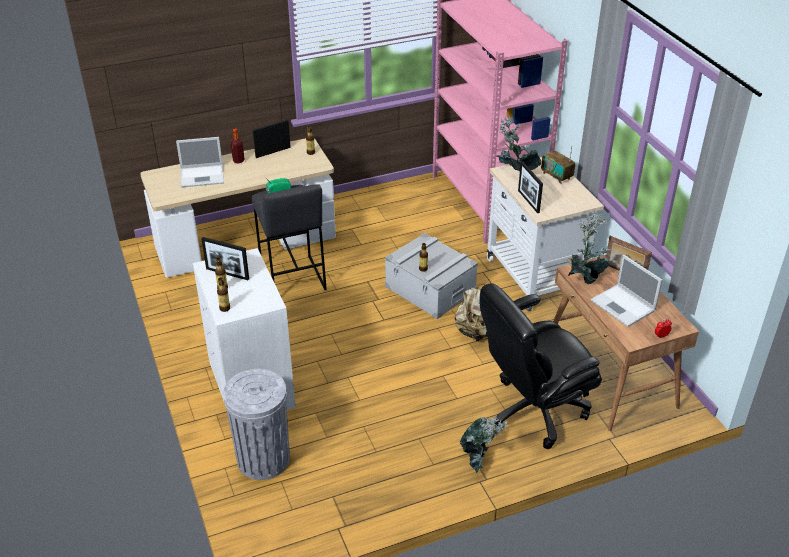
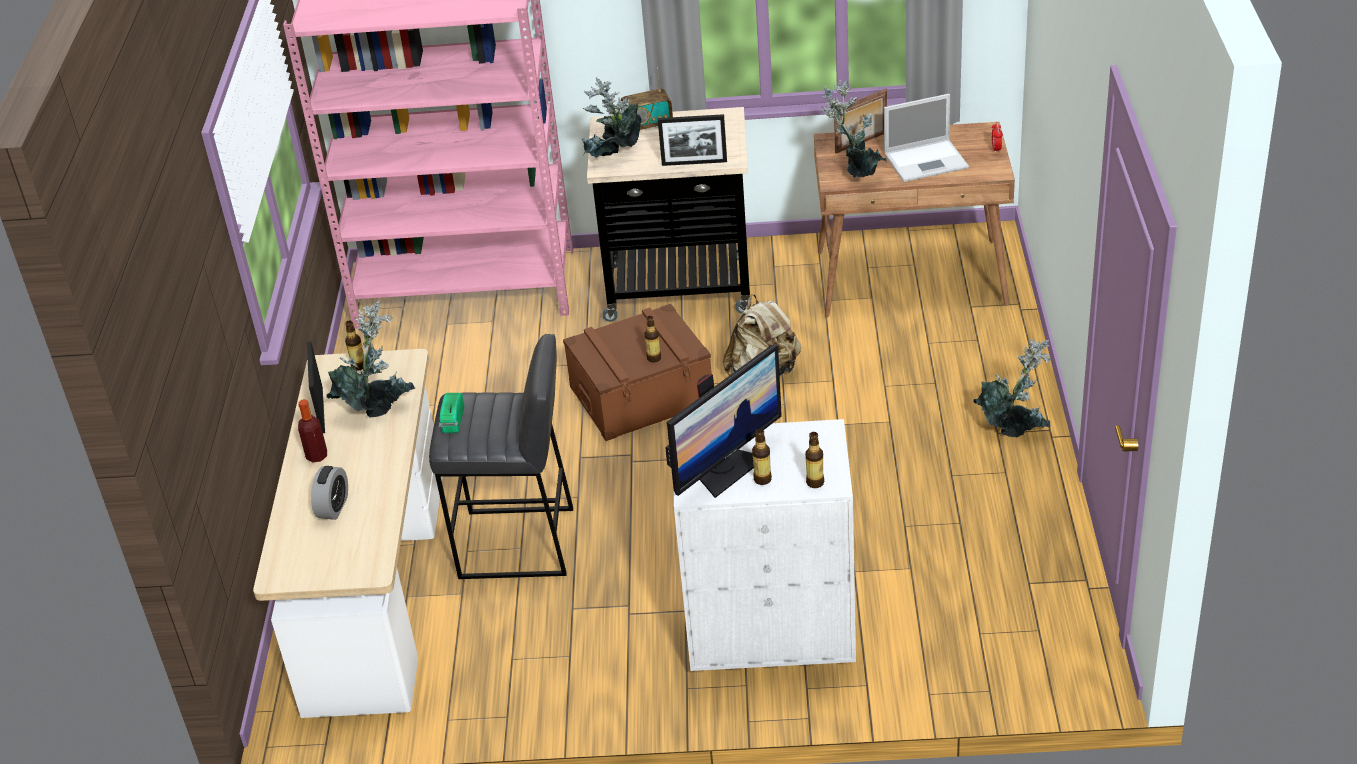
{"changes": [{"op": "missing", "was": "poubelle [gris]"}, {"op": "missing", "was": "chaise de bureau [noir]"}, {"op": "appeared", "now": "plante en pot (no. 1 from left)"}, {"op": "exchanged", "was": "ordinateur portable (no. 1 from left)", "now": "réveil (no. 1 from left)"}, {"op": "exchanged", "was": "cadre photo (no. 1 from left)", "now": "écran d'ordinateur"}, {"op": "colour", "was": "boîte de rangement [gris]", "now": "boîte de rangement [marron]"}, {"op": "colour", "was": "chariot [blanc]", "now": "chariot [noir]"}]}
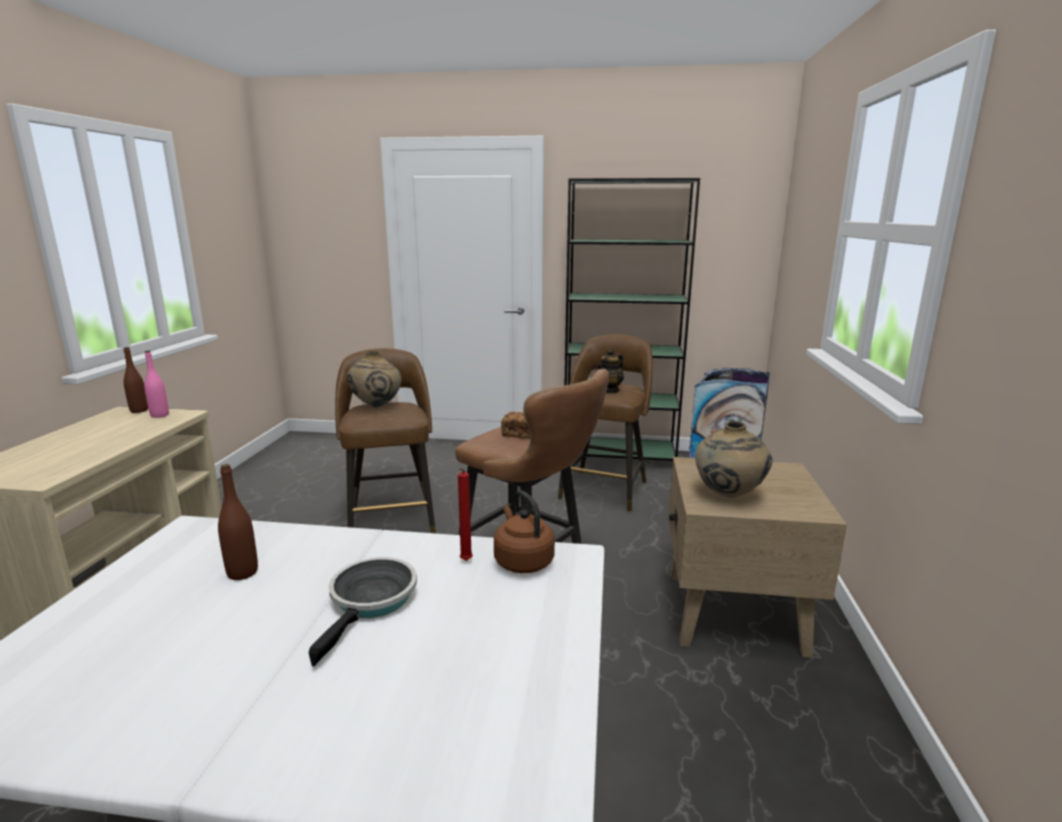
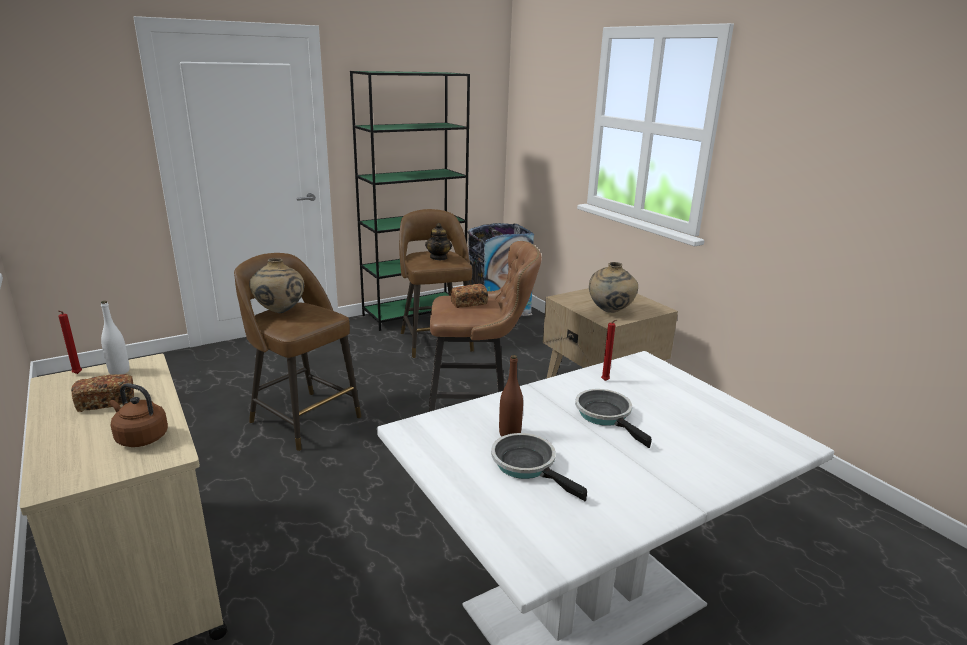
{"changes": [{"op": "appeared", "now": "pain (no. 1 from left)"}, {"op": "appeared", "now": "poêle (no. 1 from left)"}, {"op": "relocated", "was": "bouilloire [marron]"}, {"op": "exchanged", "was": "bouteille [marron] (no. 1 from left)", "now": "bougie [rouge] (no. 1 from left)"}, {"op": "colour", "was": "bouteille [rose]", "now": "bouteille [blanc]"}]}
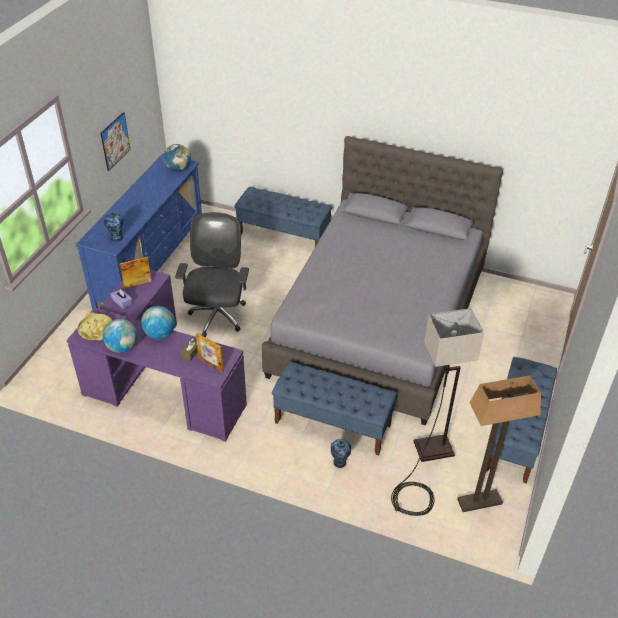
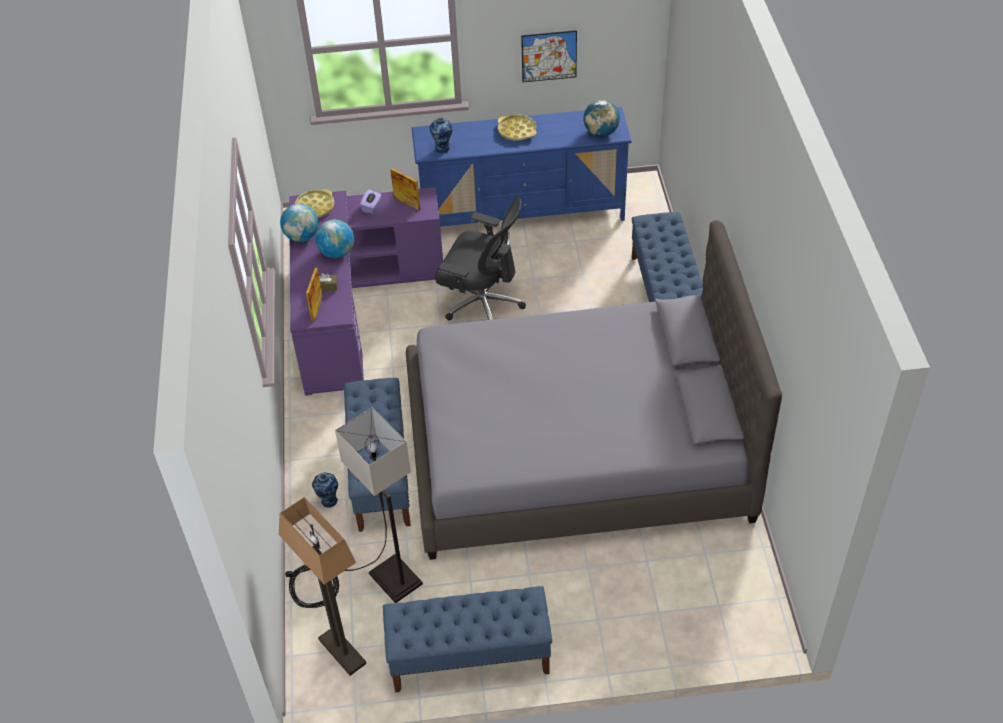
{"changes": [{"op": "appeared", "now": "plateau [jaune] (no. 2 from left)"}, {"op": "spun", "was": "chaise de bureau", "clockwise": 45}]}
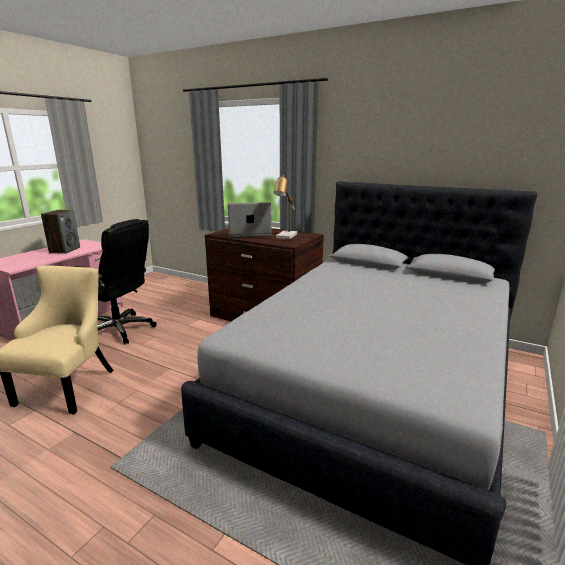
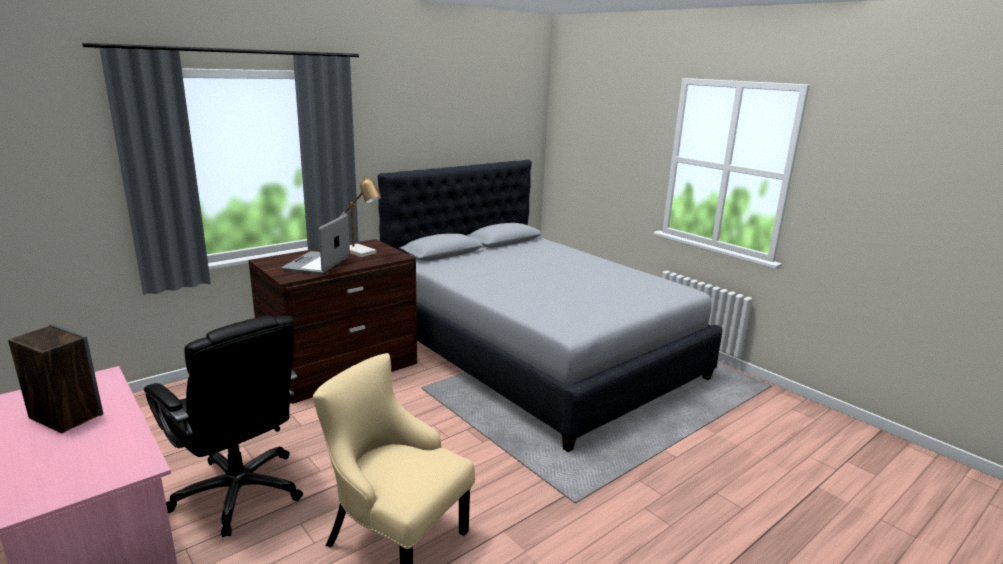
{"changes": [{"op": "spun", "was": "chaise de bureau [noir]", "clockwise": 90}]}
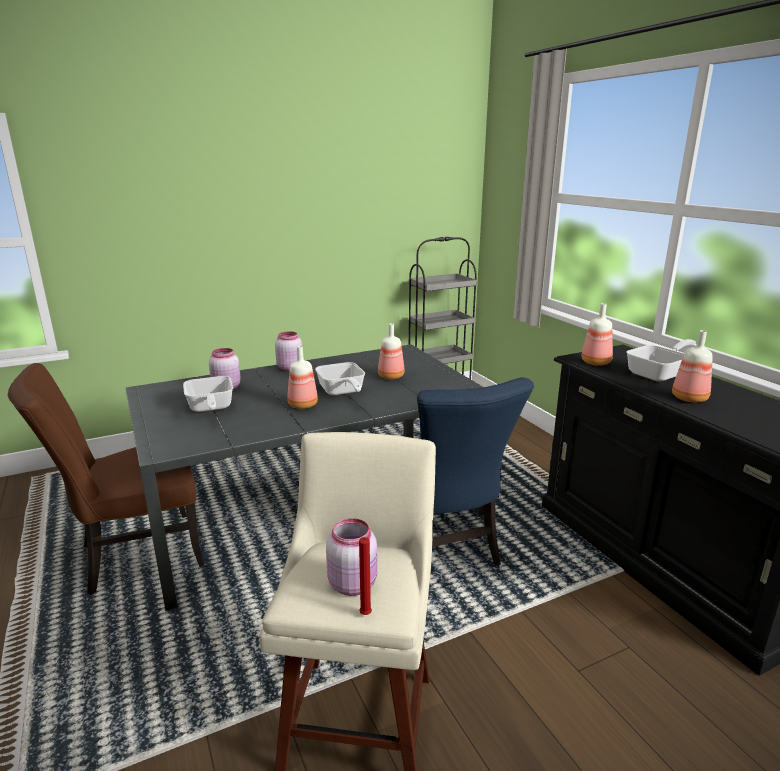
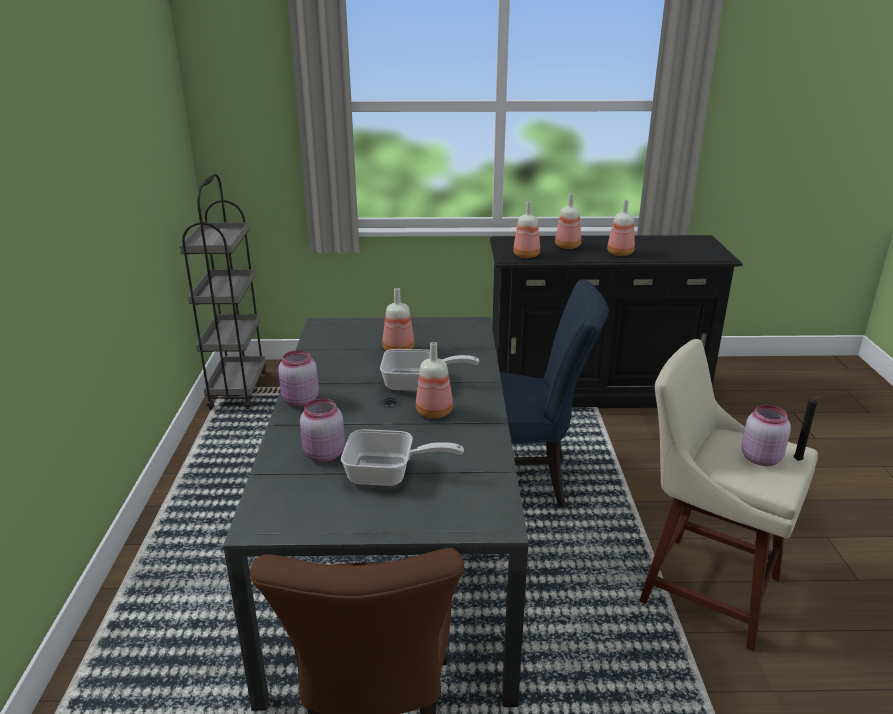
{"changes": [{"op": "exchanged", "was": "poêle (no. 3 from left)", "now": "bouteille (no. 4 from left)"}, {"op": "colour", "was": "bougie [rouge]", "now": "bougie [noir]"}]}
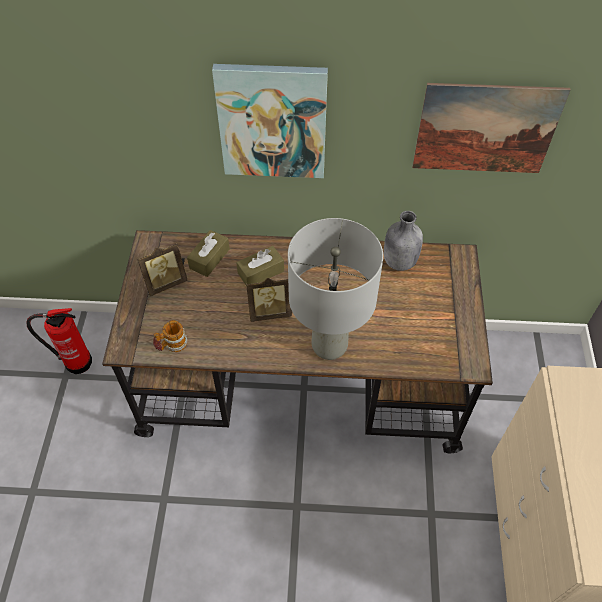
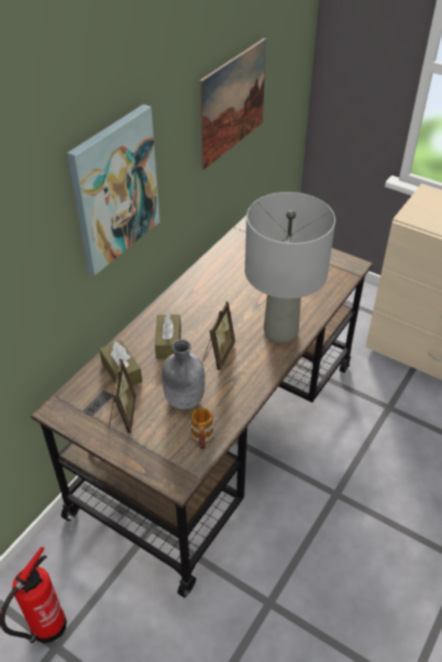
{"changes": [{"op": "relocated", "was": "bouteille [gris]"}]}
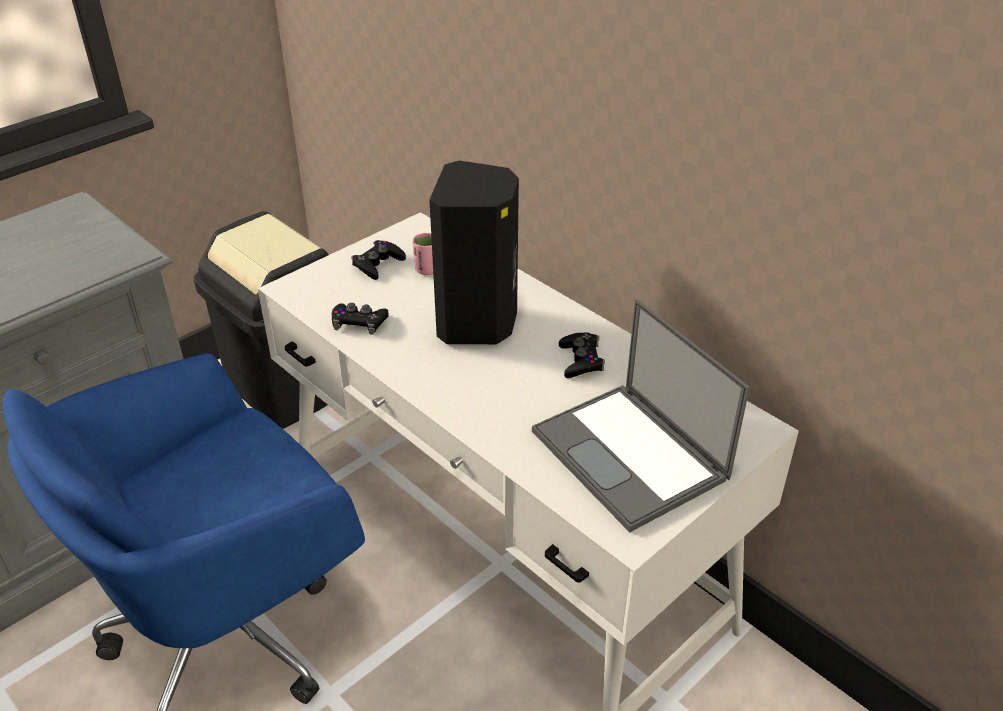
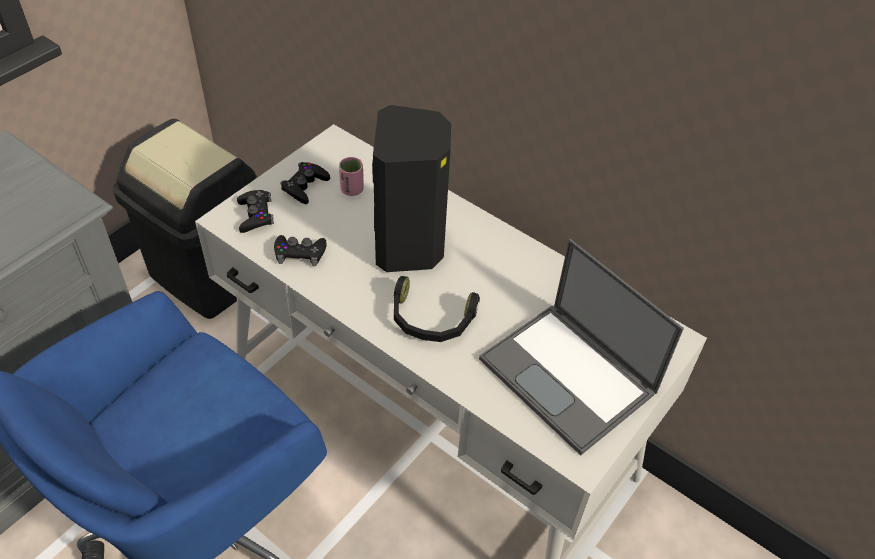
{"changes": [{"op": "appeared", "now": "casque audio [noir]"}, {"op": "relocated", "was": "manette [noir] (no. 3 from left in the first image)", "now": "manette [noir] (no. 1 from left)"}]}
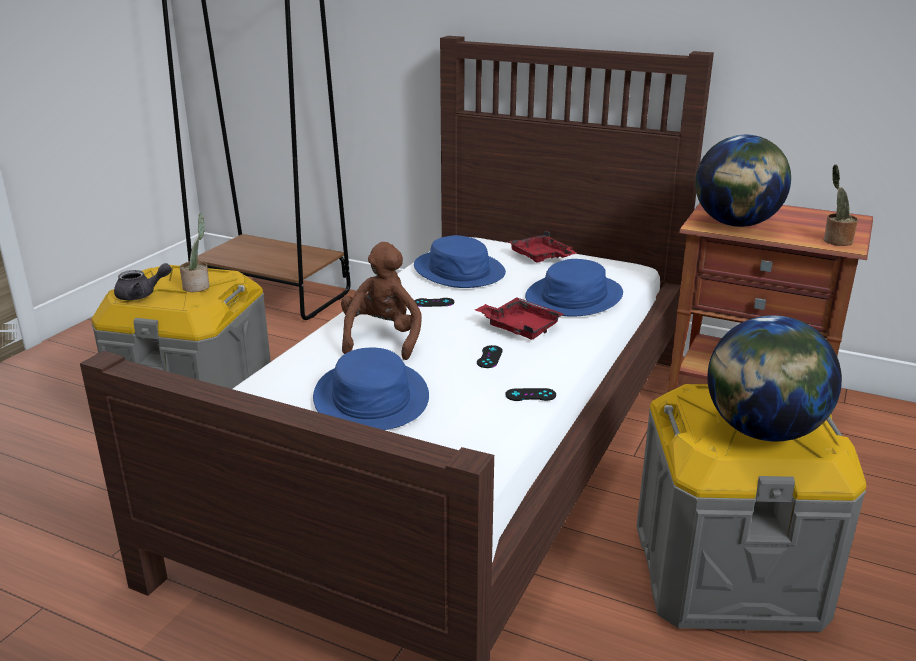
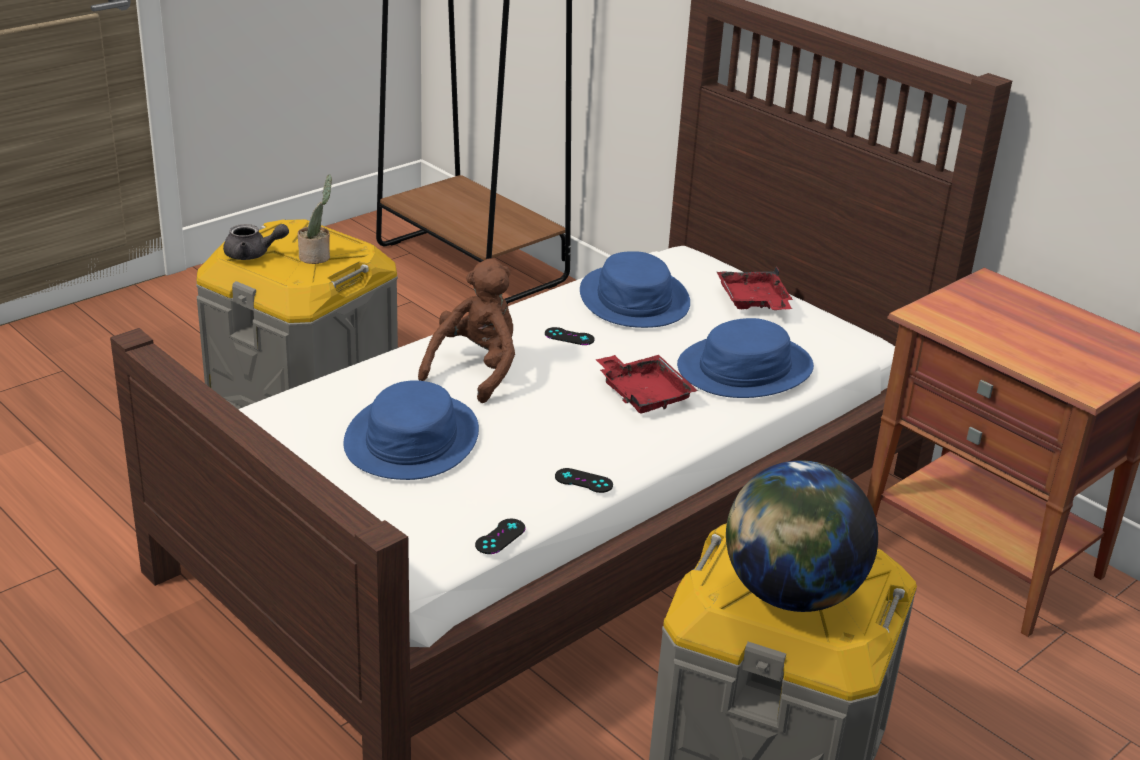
{"changes": [{"op": "missing", "was": "globe (no. 1 from left)"}, {"op": "missing", "was": "plante en pot (no. 2 from left)"}, {"op": "relocated", "was": "manette [noir] (no. 2 from left in the first image)", "now": "manette [noir] (no. 1 from left)"}]}
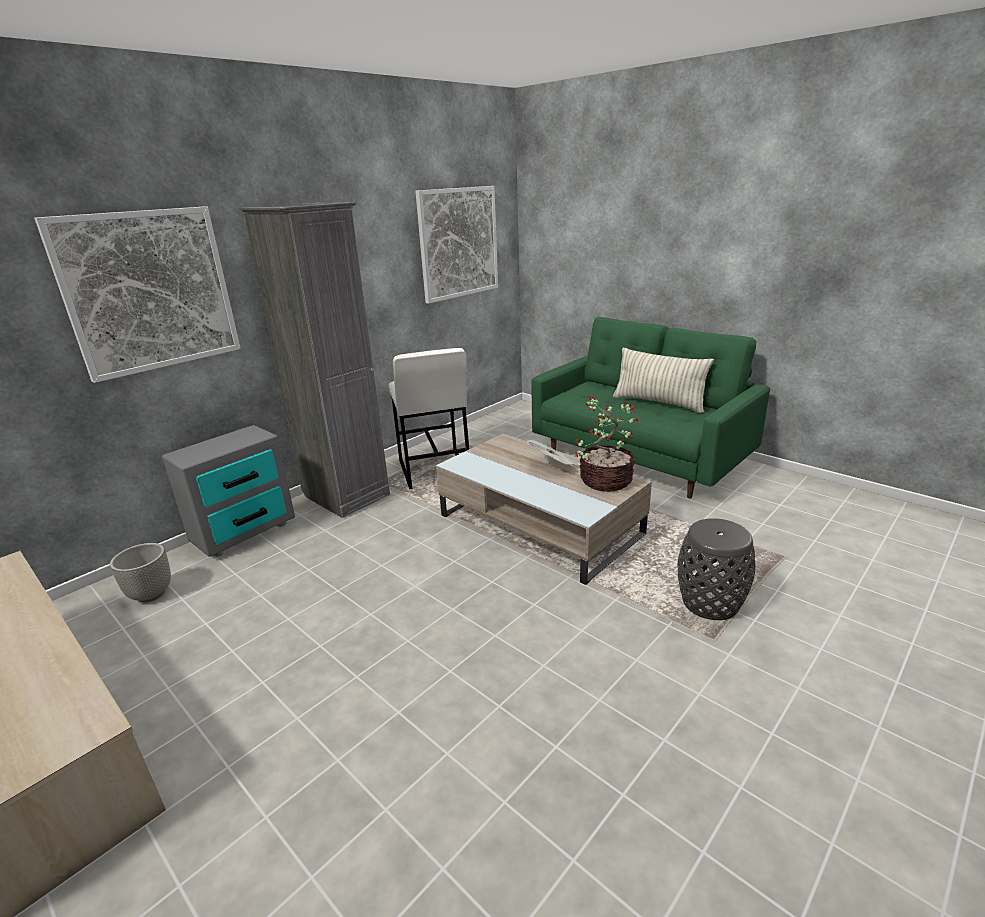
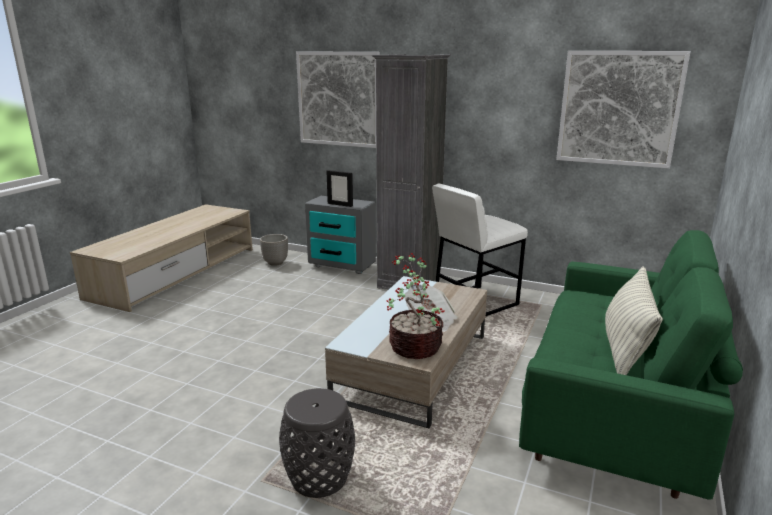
{"changes": [{"op": "appeared", "now": "cadre photo"}]}
